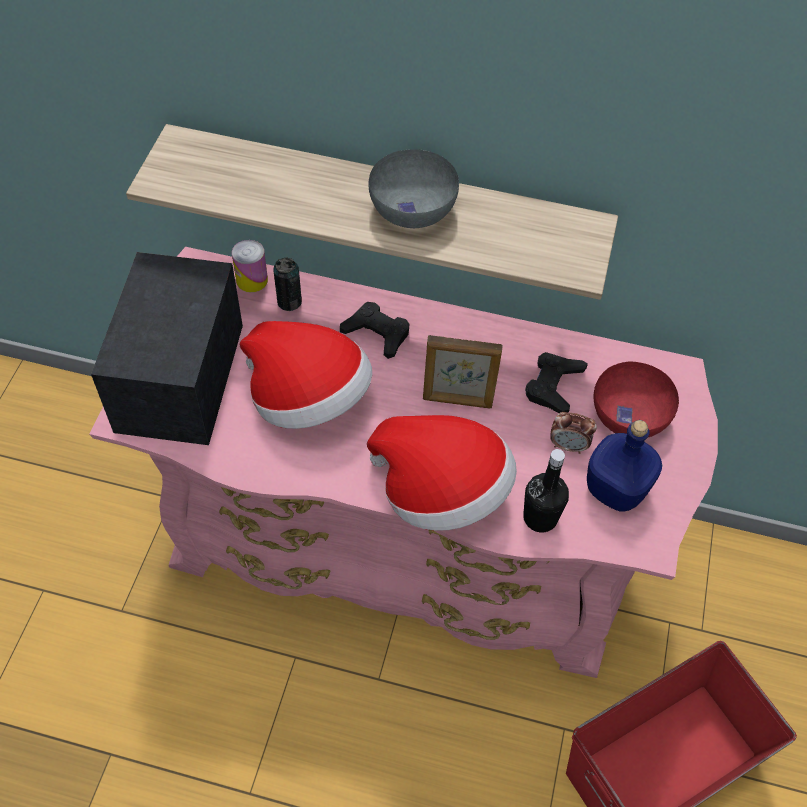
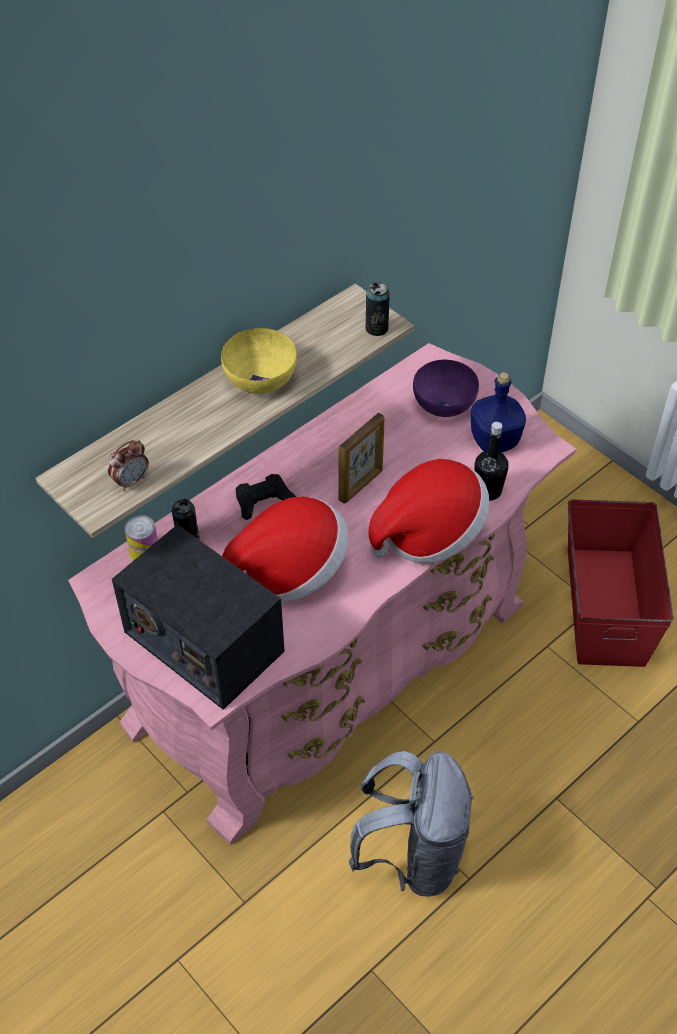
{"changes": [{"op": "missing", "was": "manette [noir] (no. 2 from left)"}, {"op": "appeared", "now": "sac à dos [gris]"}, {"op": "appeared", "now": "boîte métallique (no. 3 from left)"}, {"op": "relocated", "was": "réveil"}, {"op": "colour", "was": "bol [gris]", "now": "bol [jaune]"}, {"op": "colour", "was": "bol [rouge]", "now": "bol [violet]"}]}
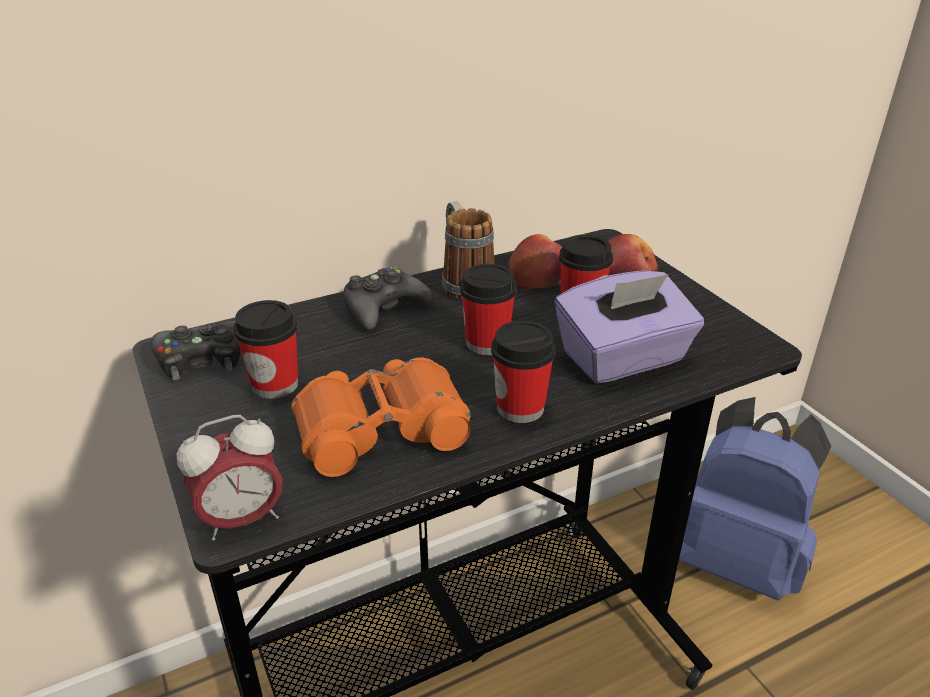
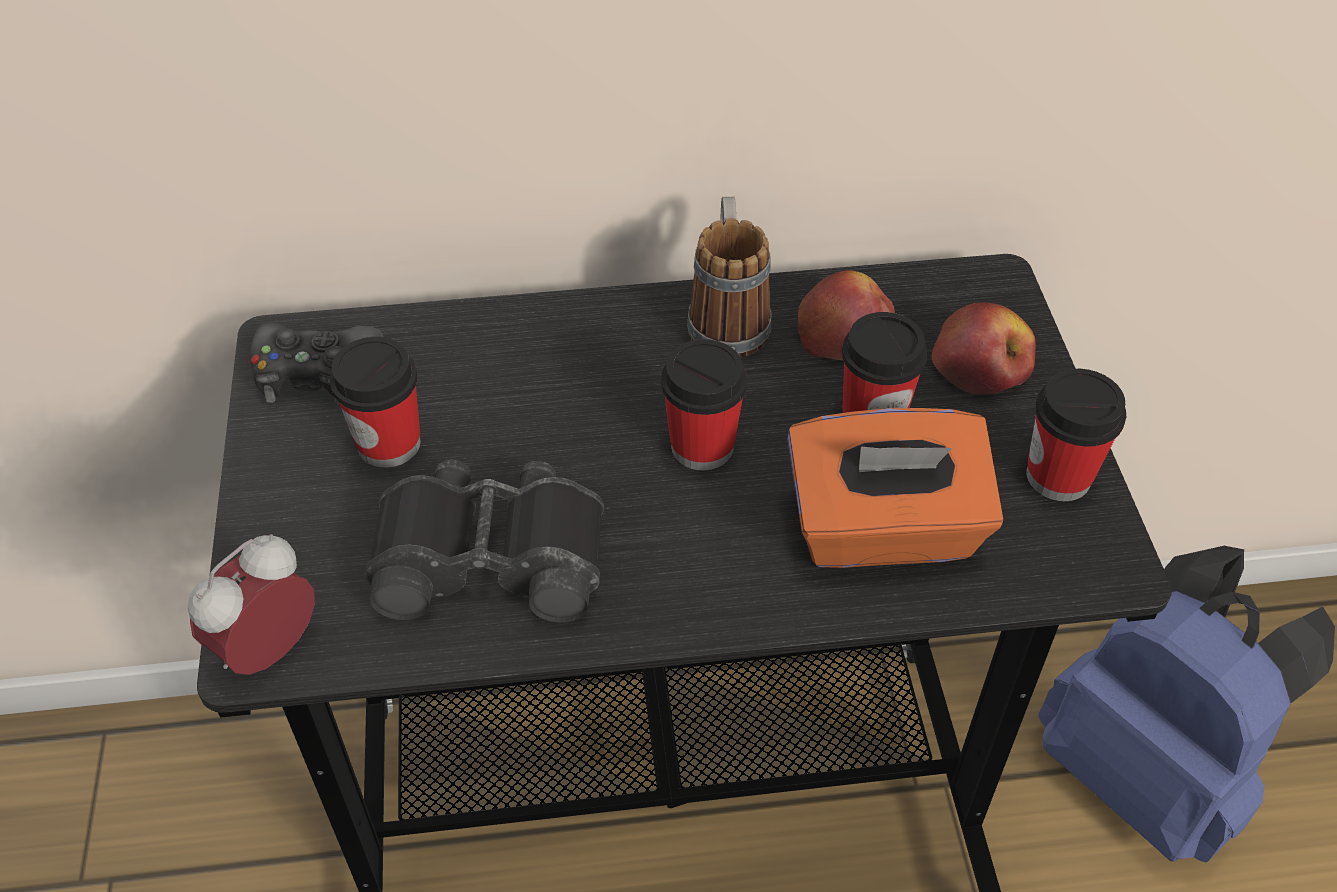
{"changes": [{"op": "missing", "was": "manette [noir] (no. 2 from left)"}, {"op": "relocated", "was": "tasse (no. 3 from left in the first image)", "now": "tasse (no. 4 from left)"}, {"op": "colour", "was": "jumelles [orange]", "now": "jumelles [noir]"}, {"op": "colour", "was": "boîte à mouchoirs [violet]", "now": "boîte à mouchoirs [orange]"}, {"op": "spun", "was": "réveil", "clockwise": 135}]}
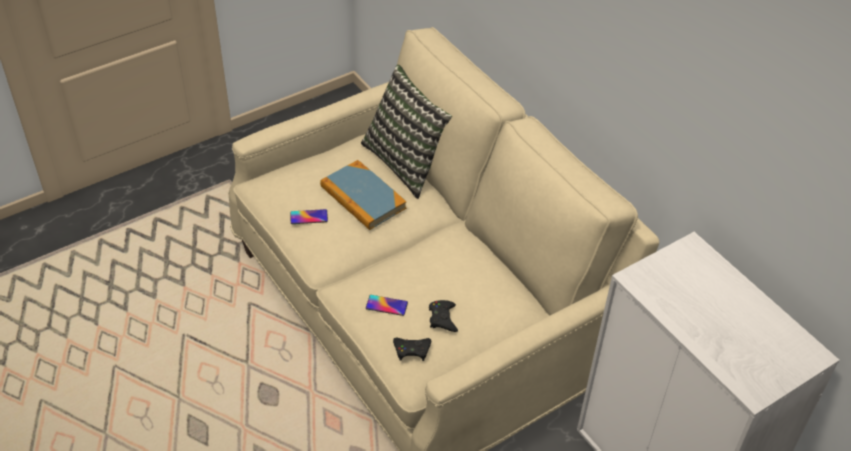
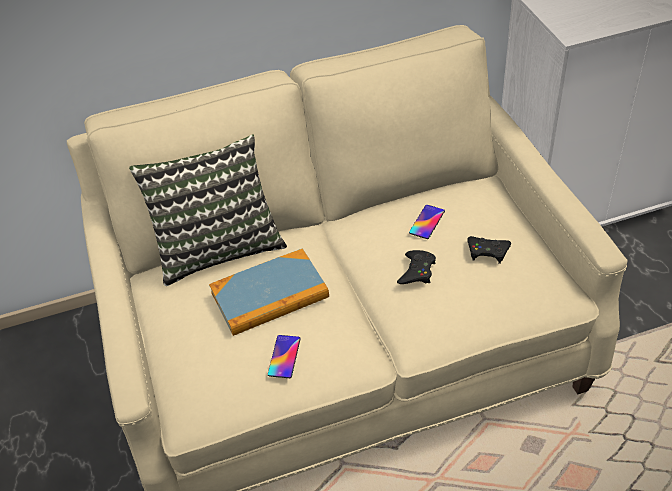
{"changes": [{"op": "relocated", "was": "téléphone (no. 2 from left)"}, {"op": "relocated", "was": "manette [noir] (no. 1 from left)"}]}
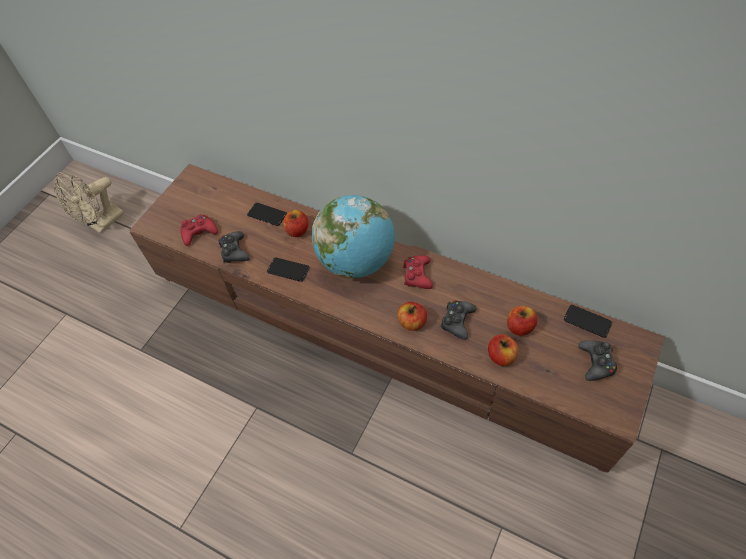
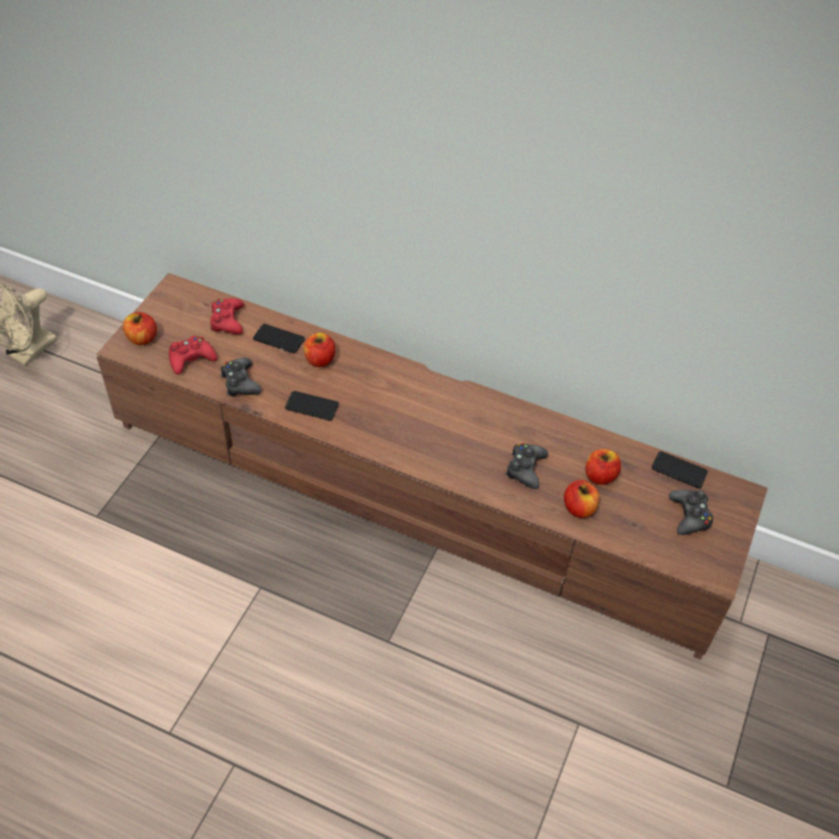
{"changes": [{"op": "missing", "was": "globe"}, {"op": "relocated", "was": "pomme (no. 2 from left in the first image)", "now": "pomme (no. 1 from left)"}, {"op": "relocated", "was": "manette [rouge] (no. 2 from left)"}]}
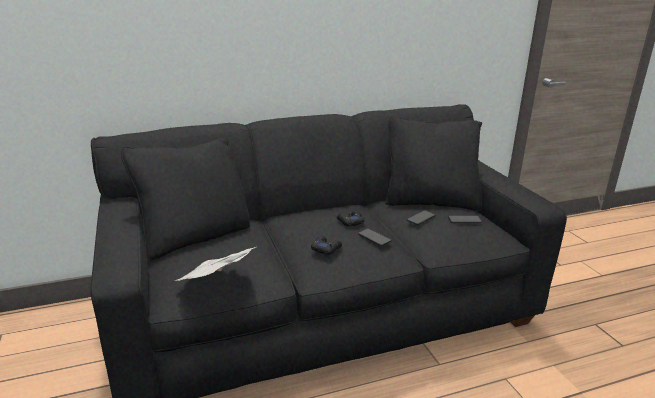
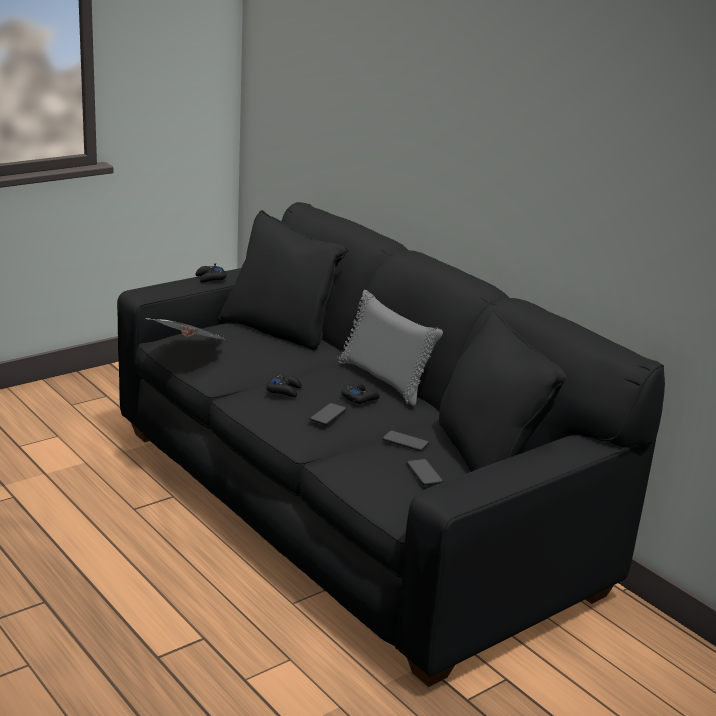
{"changes": [{"op": "appeared", "now": "manette [noir] (no. 1 from left)"}, {"op": "appeared", "now": "coussin [gris]"}]}
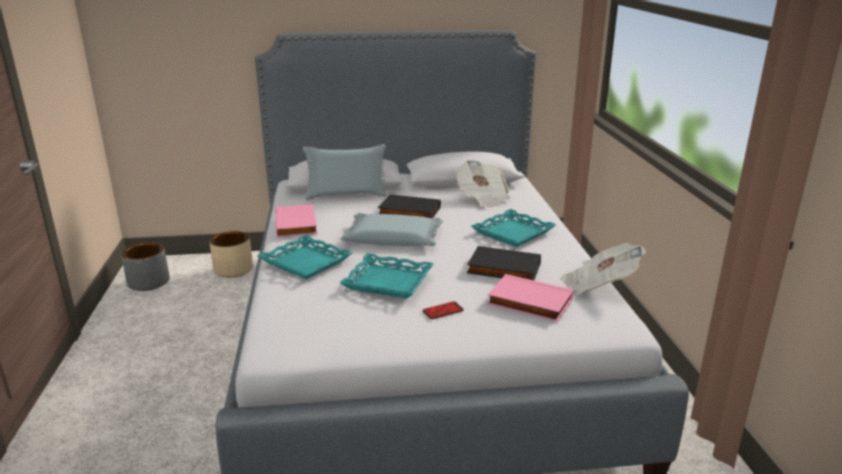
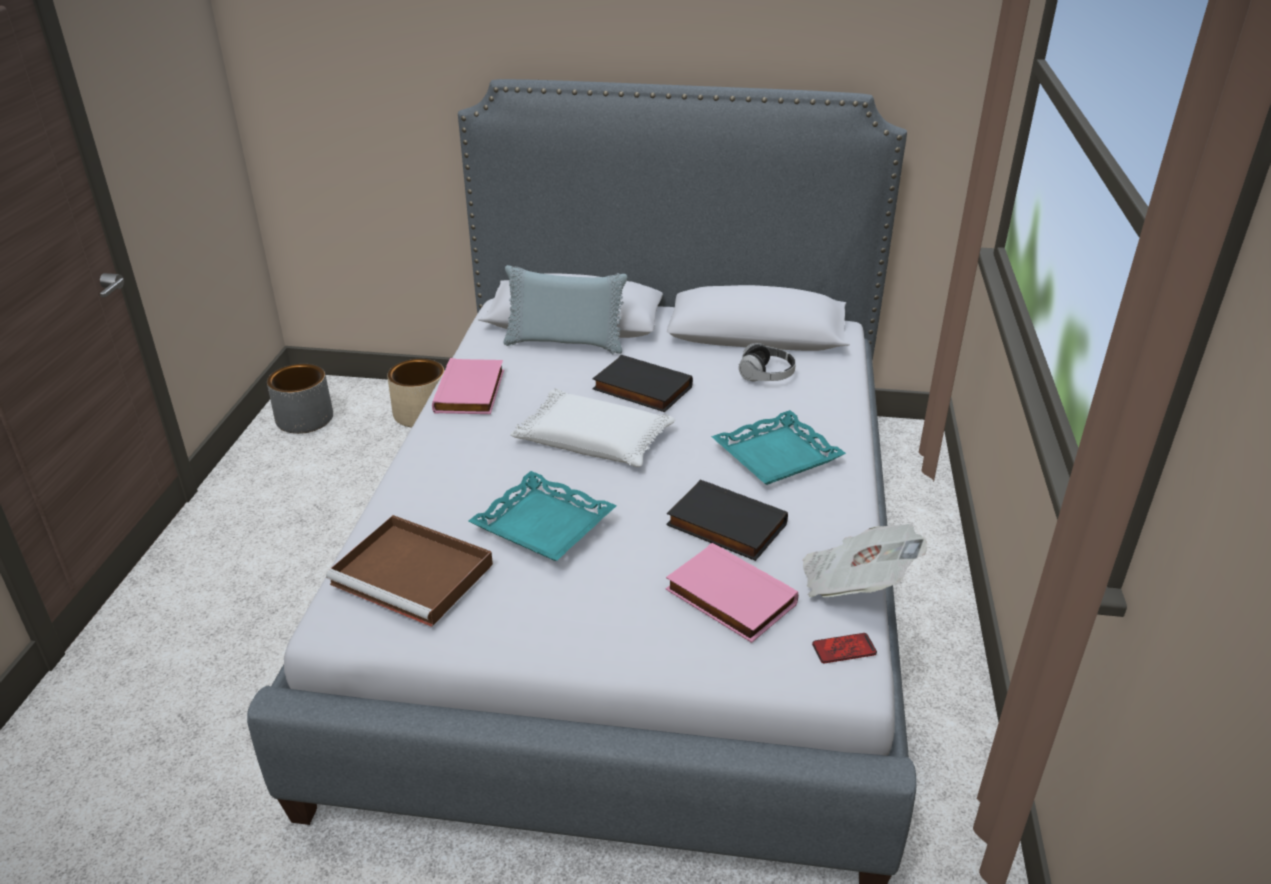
{"changes": [{"op": "missing", "was": "plateau [turquoise] (no. 1 from left)"}, {"op": "appeared", "now": "plateau [marron]"}, {"op": "relocated", "was": "téléphone"}, {"op": "exchanged", "was": "journal (no. 1 from left)", "now": "casque audio"}, {"op": "colour", "was": "coussin [bleu] (no. 2 from left)", "now": "coussin [blanc]"}]}
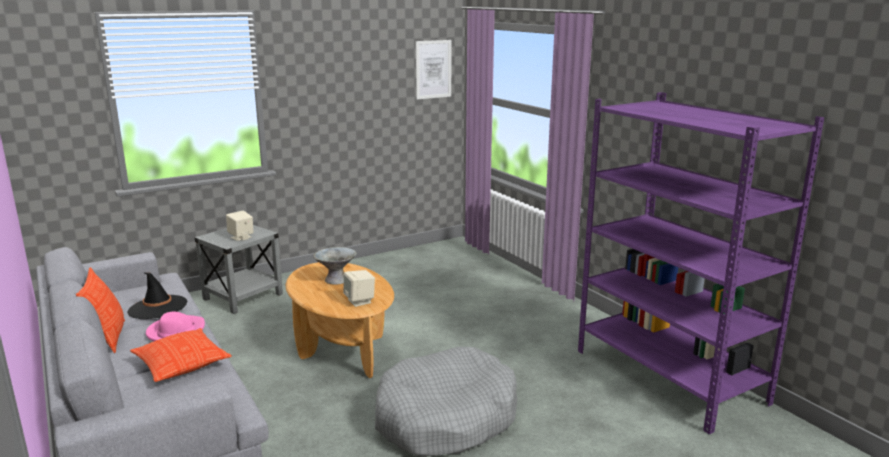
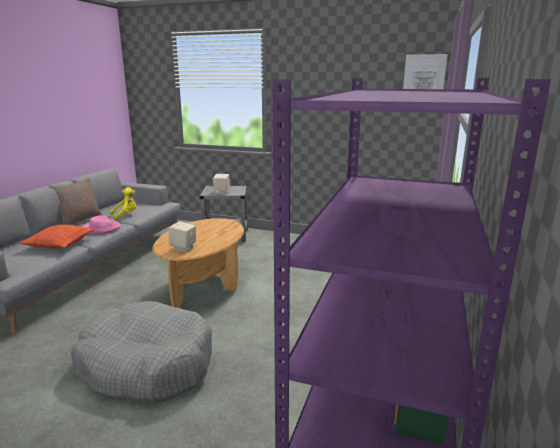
{"changes": [{"op": "missing", "was": "bol [gris]"}, {"op": "exchanged", "was": "chapeau [noir]", "now": "peluche [jaune]"}, {"op": "colour", "was": "coussin [orange] (no. 1 from left)", "now": "coussin [gris]"}]}
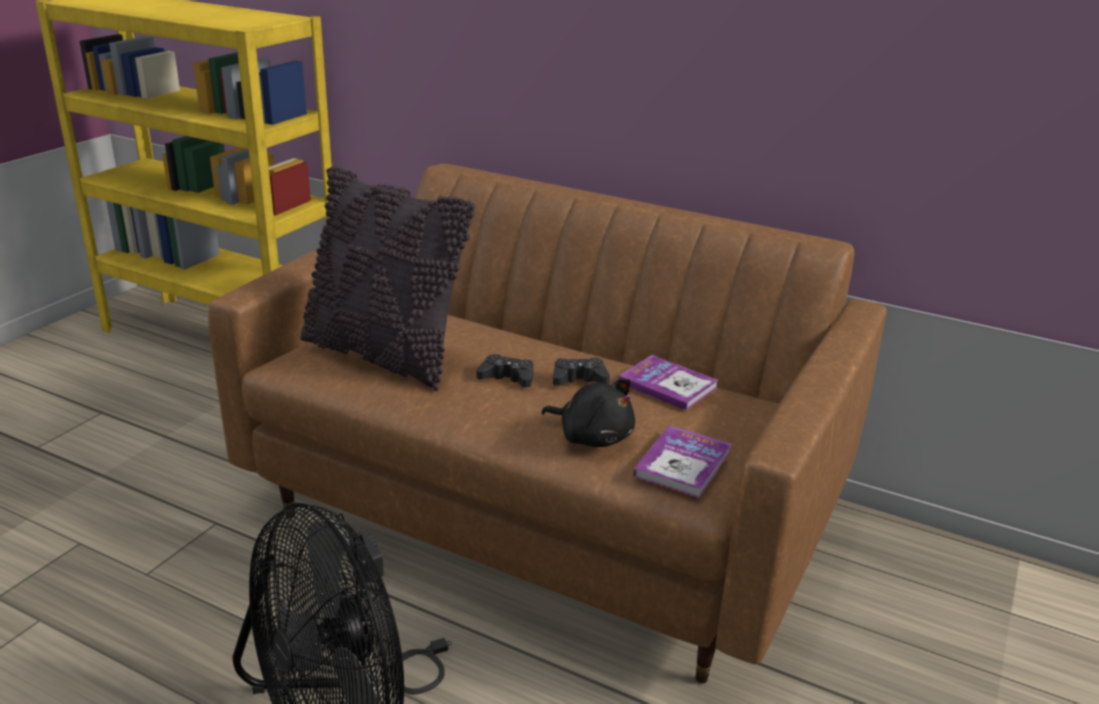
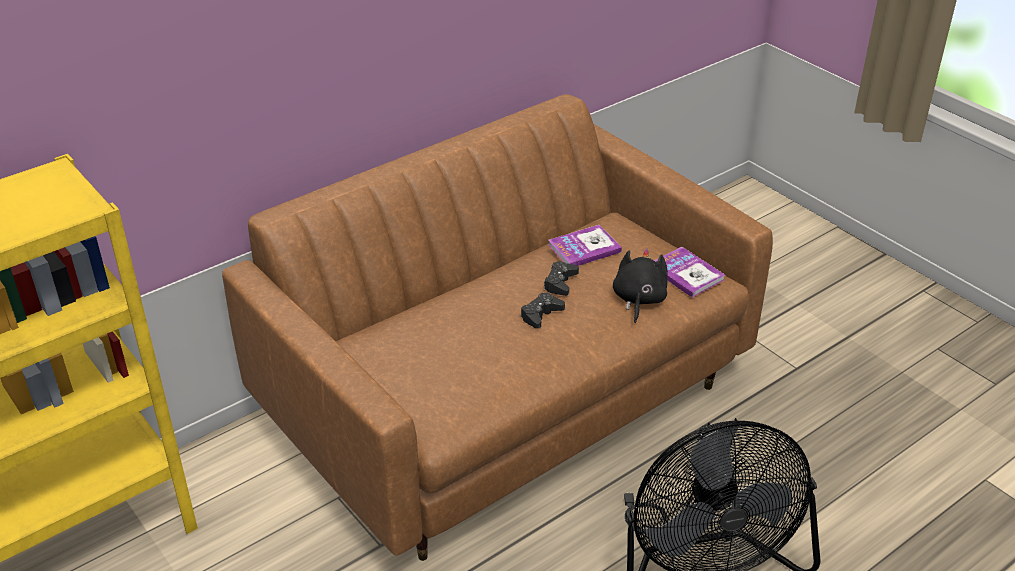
{"changes": [{"op": "missing", "was": "coussin [noir]"}, {"op": "spun", "was": "peluche [noir]", "clockwise": -45}]}
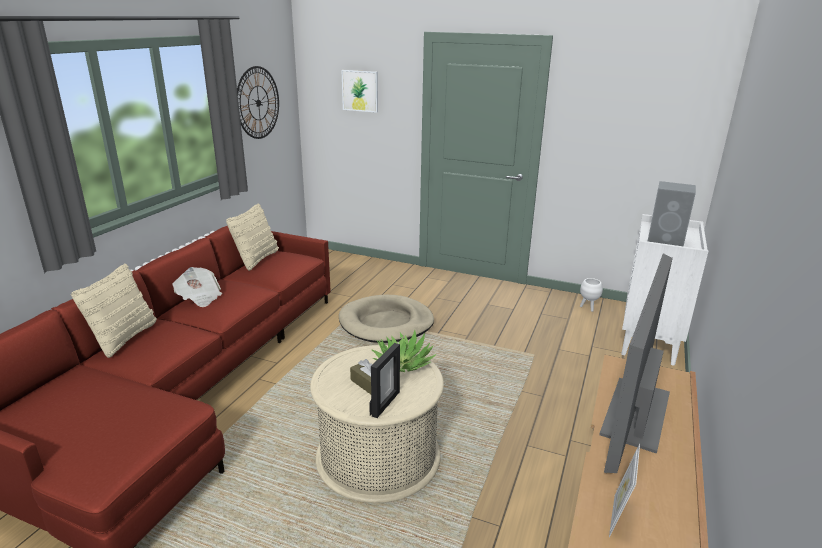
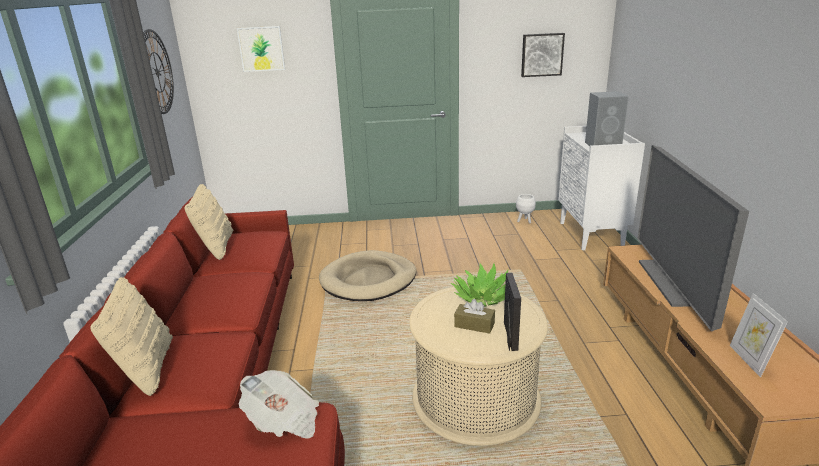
{"changes": [{"op": "appeared", "now": "tableau (no. 2 from left)"}, {"op": "relocated", "was": "journal"}]}
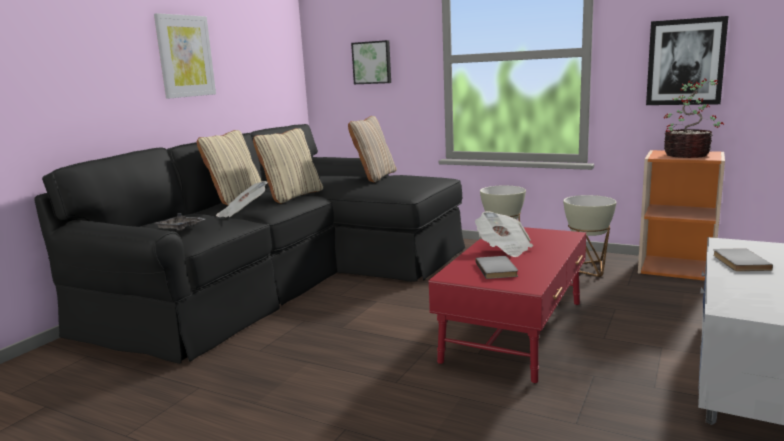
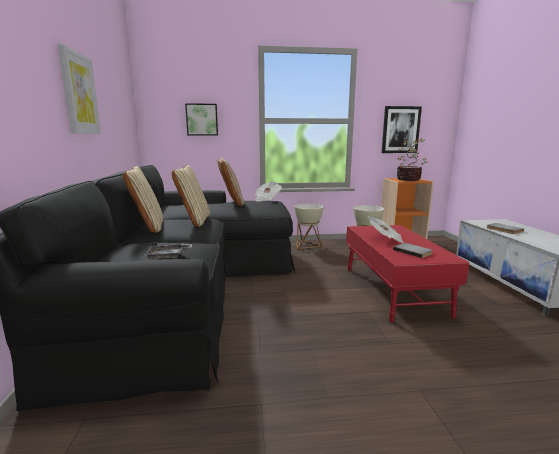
{"changes": [{"op": "relocated", "was": "journal (no. 1 from left)"}]}
